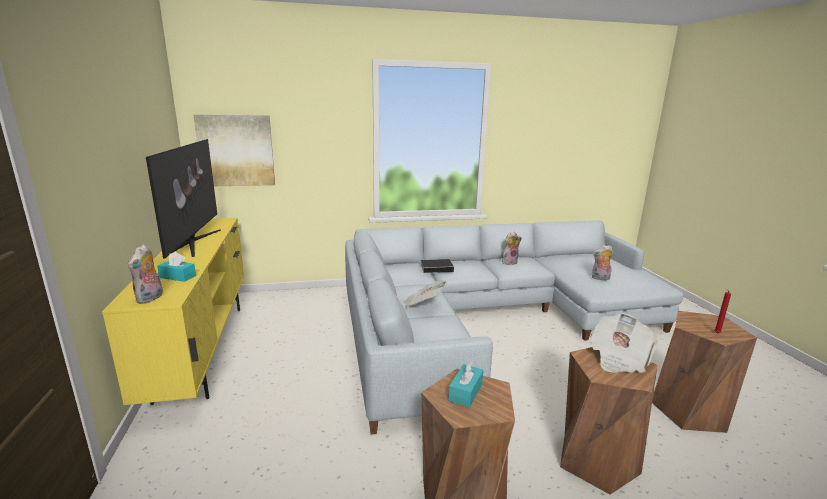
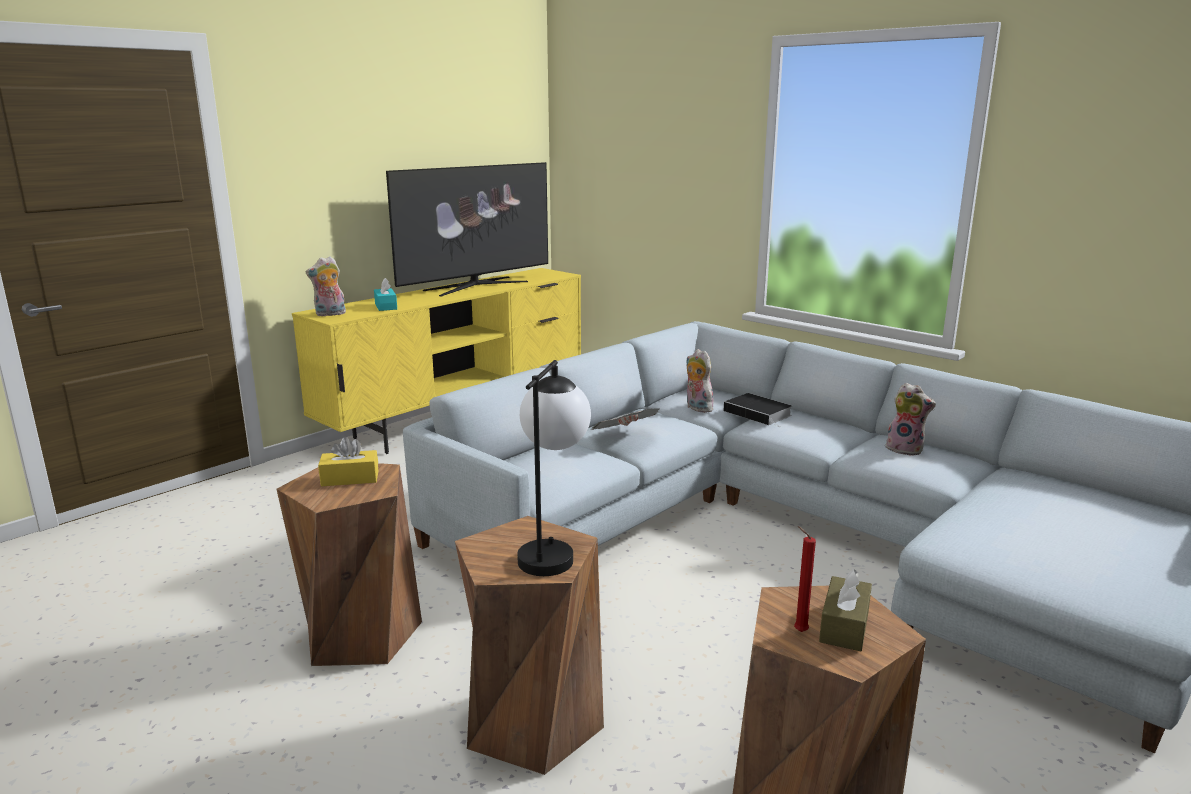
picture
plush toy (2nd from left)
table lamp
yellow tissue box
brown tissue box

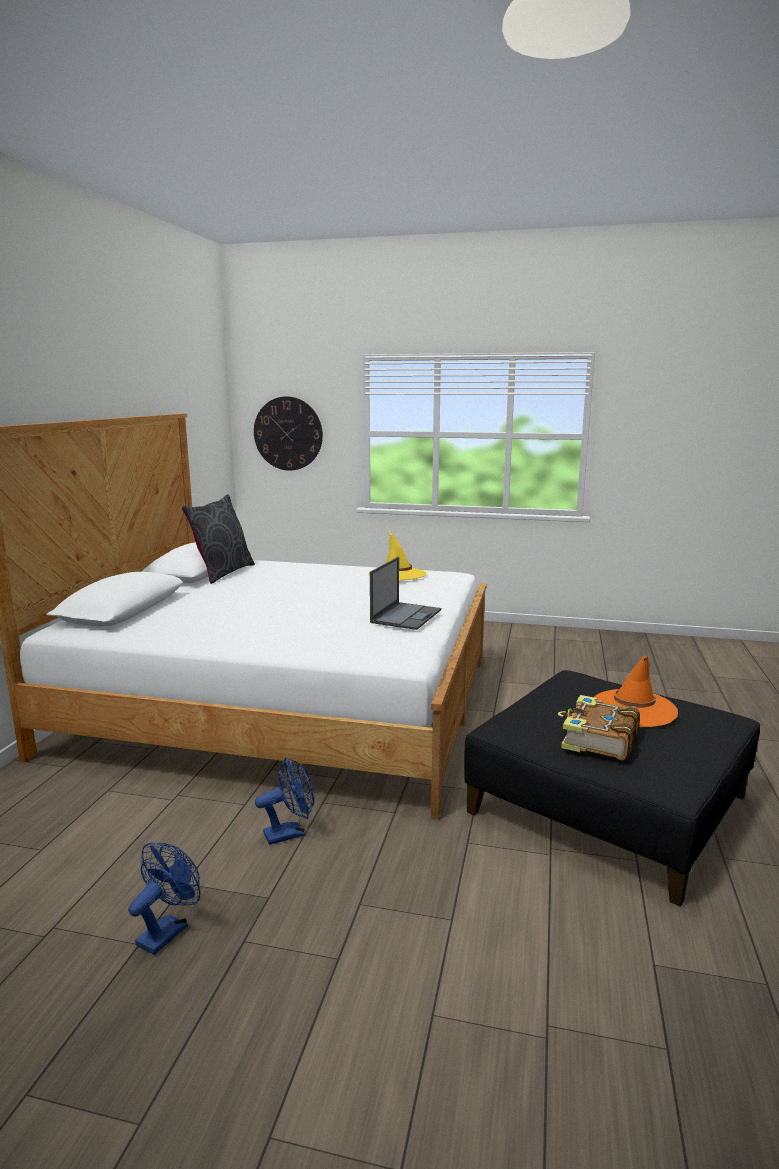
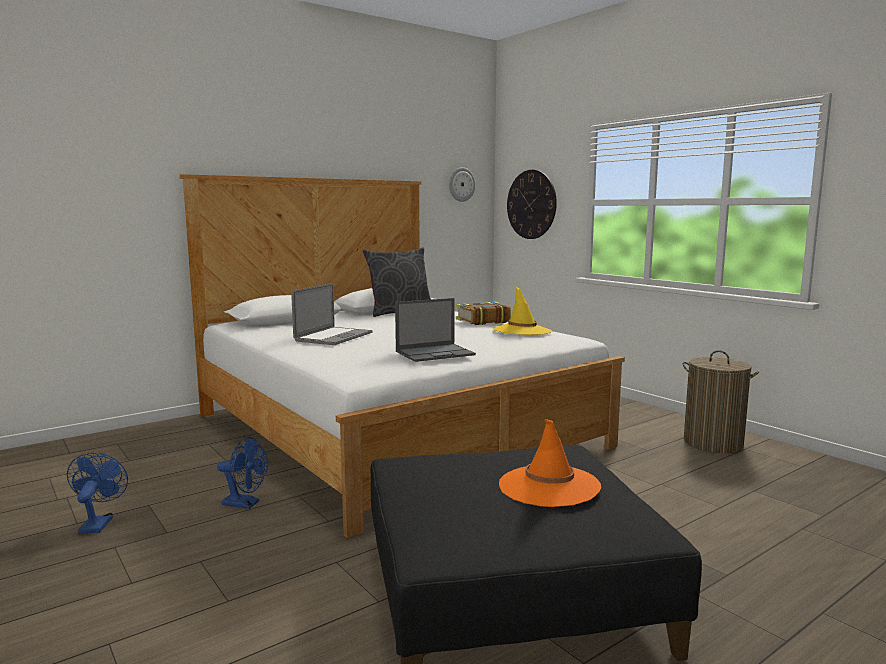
book
blue fan (1st from left)
wall clock (1st from left)
laptop (1st from left)
laundry basket

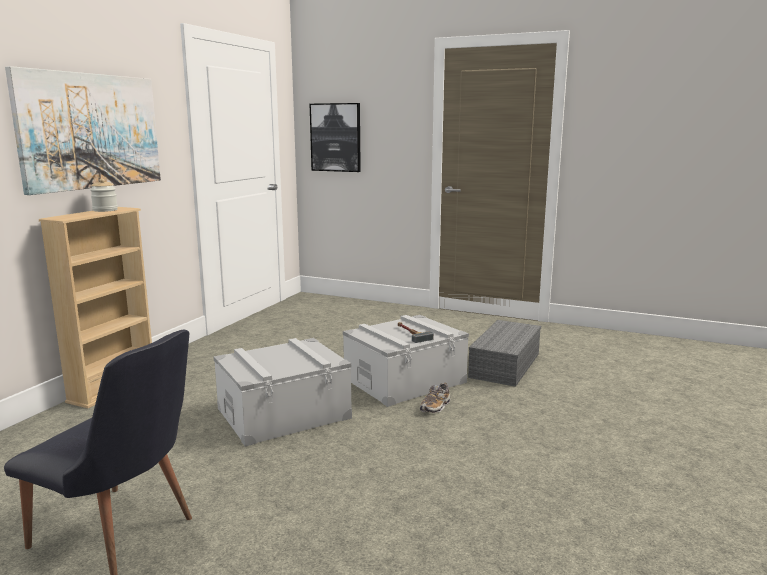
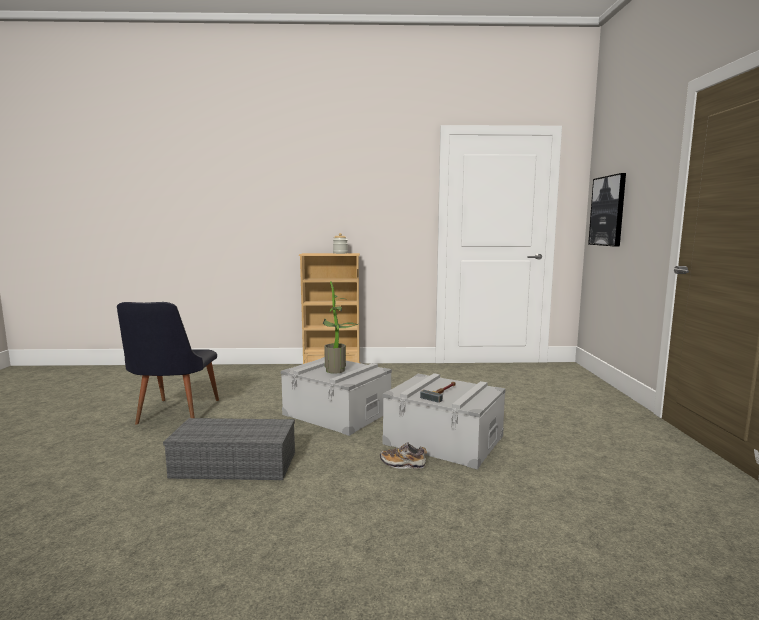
picture (1st from left in the first image)
grey storage box (1st from left)
potted plant

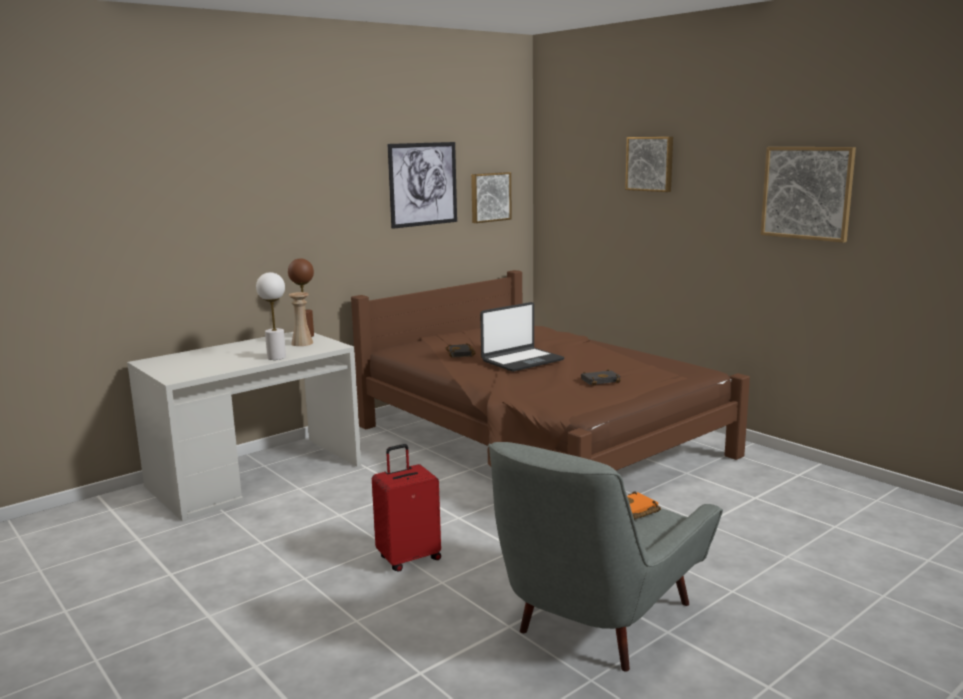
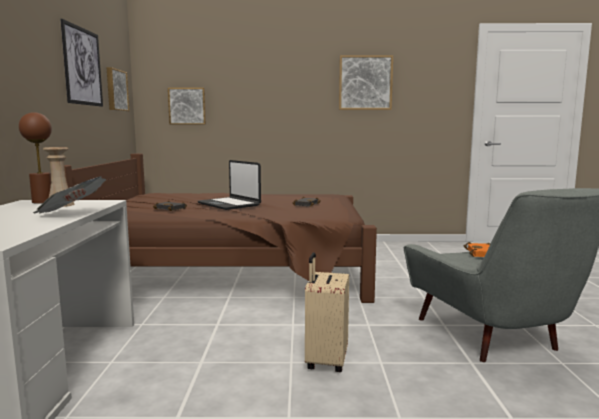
picture (3rd from left)
newspaper
laptop
beige suitcase

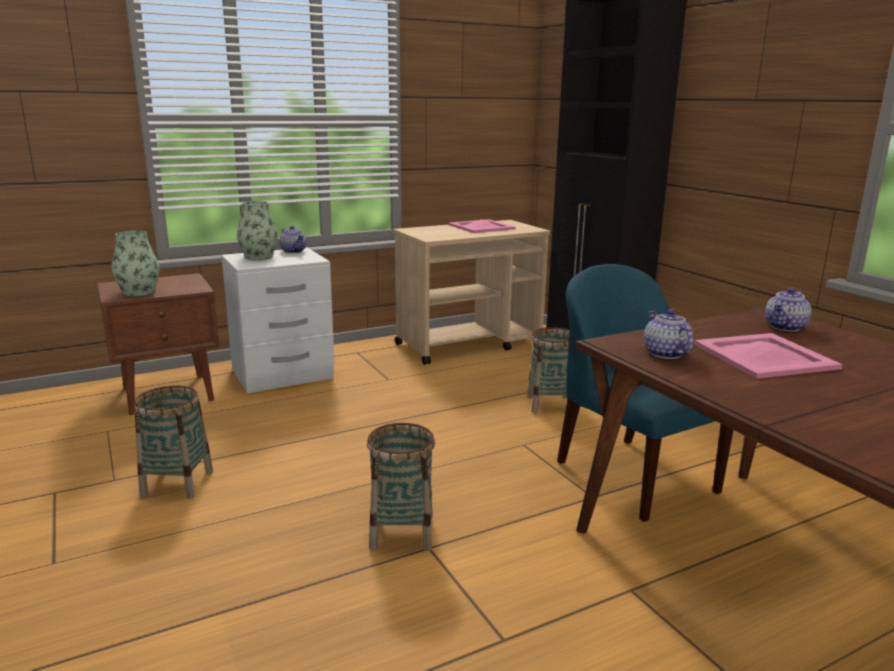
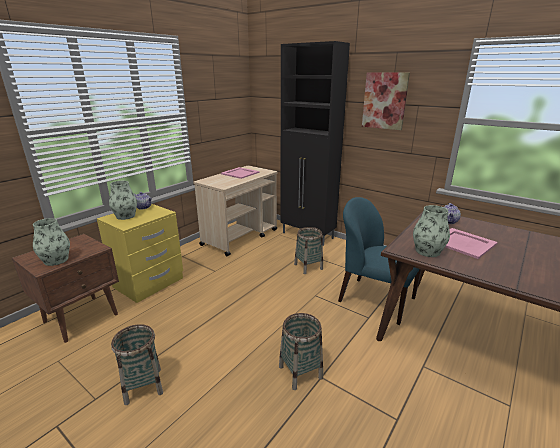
yellow nightstand
vase (3rd from left)
picture

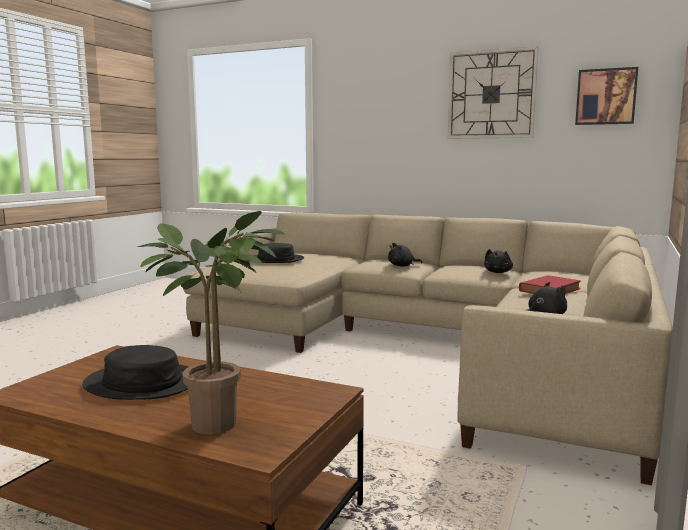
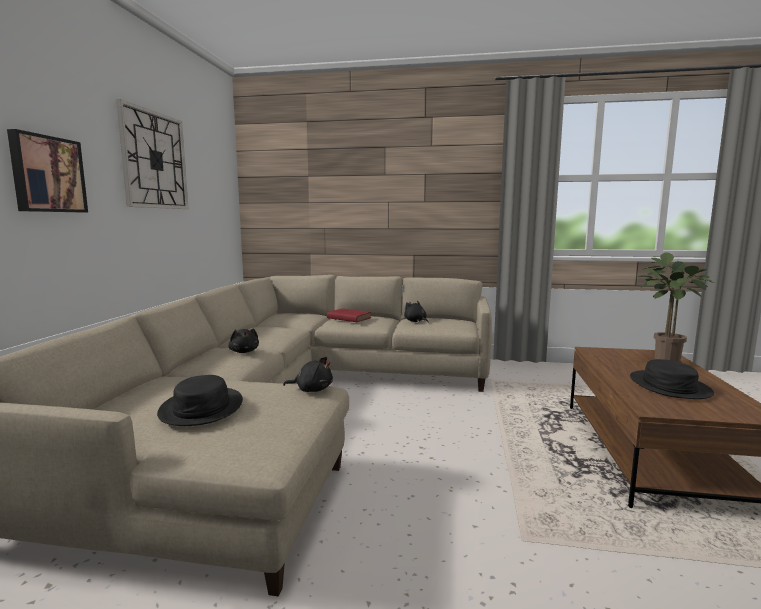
picture
black plush toy (2nd from left)

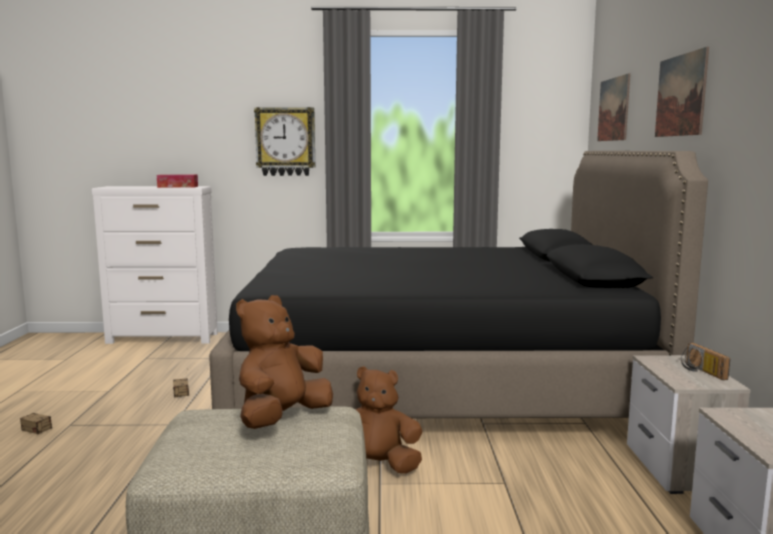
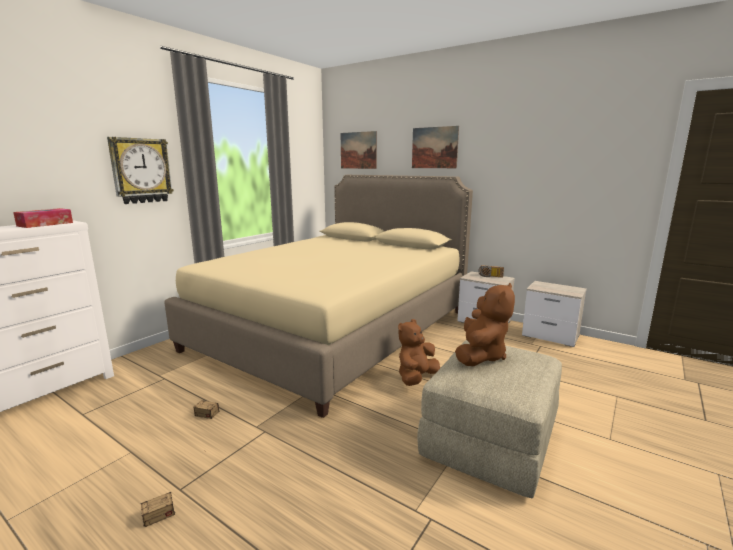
beige bed
brown plush toy (2nd from left)

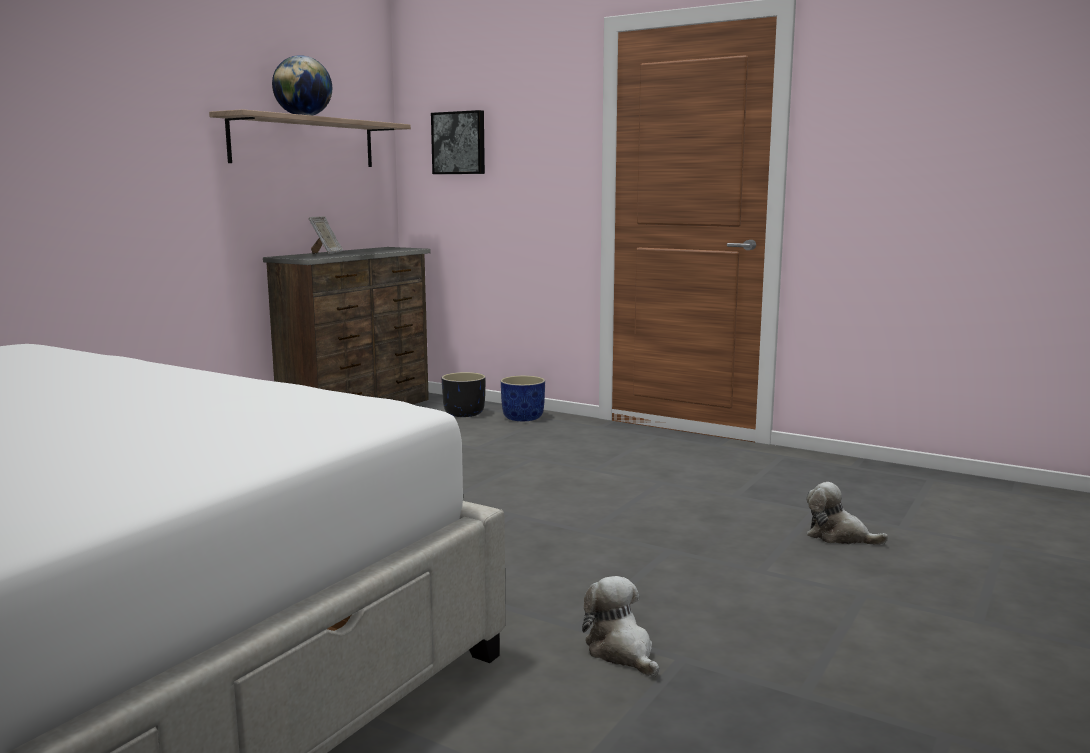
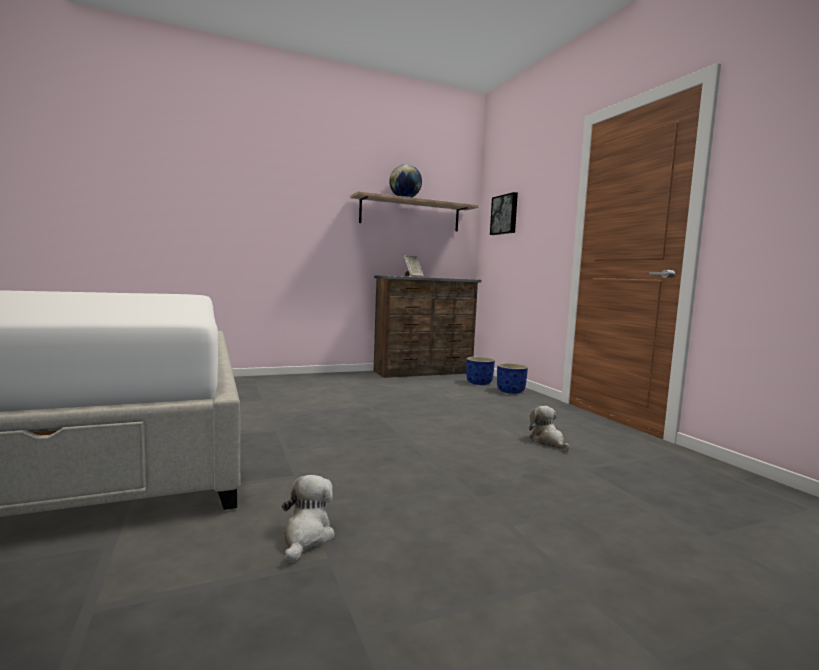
blue planter (1st from left)
plush toy (2nd from left)

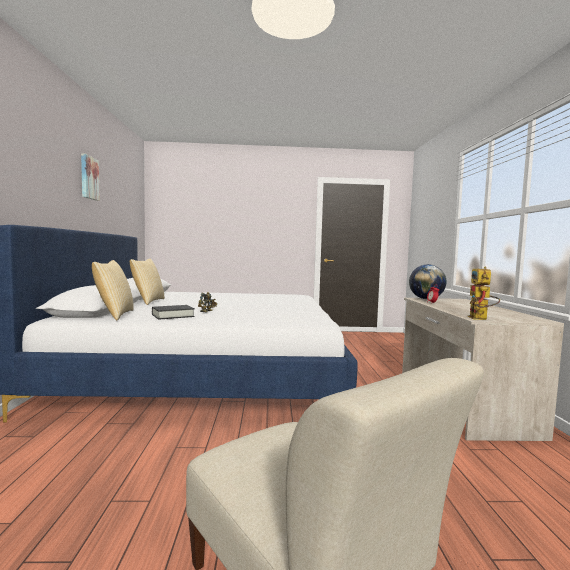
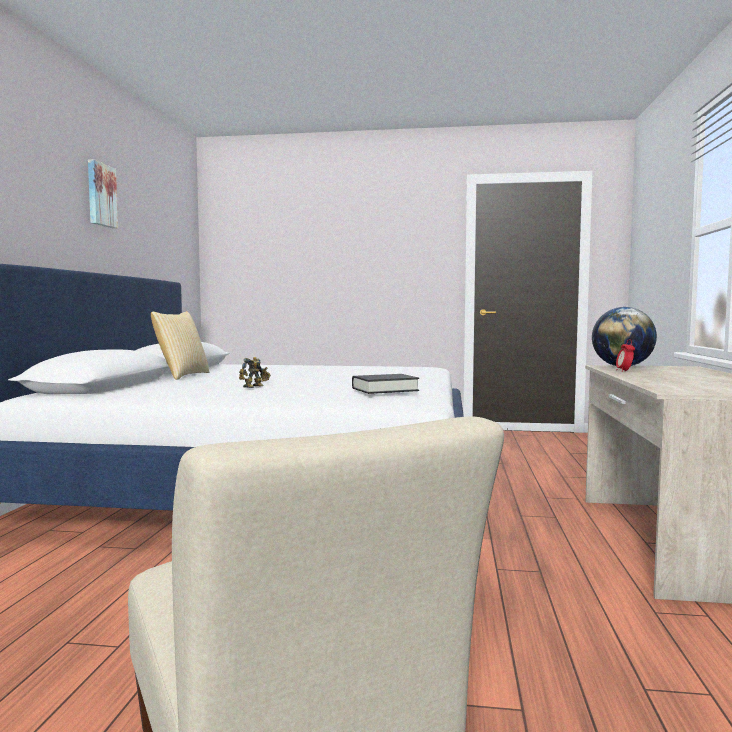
pillow (1st from left in the first image)
toy robot (2nd from left in the first image)
black book

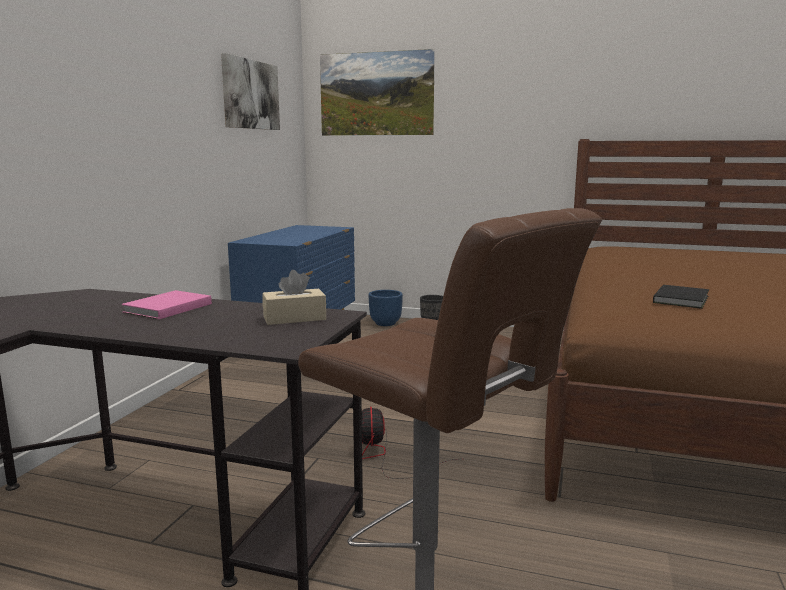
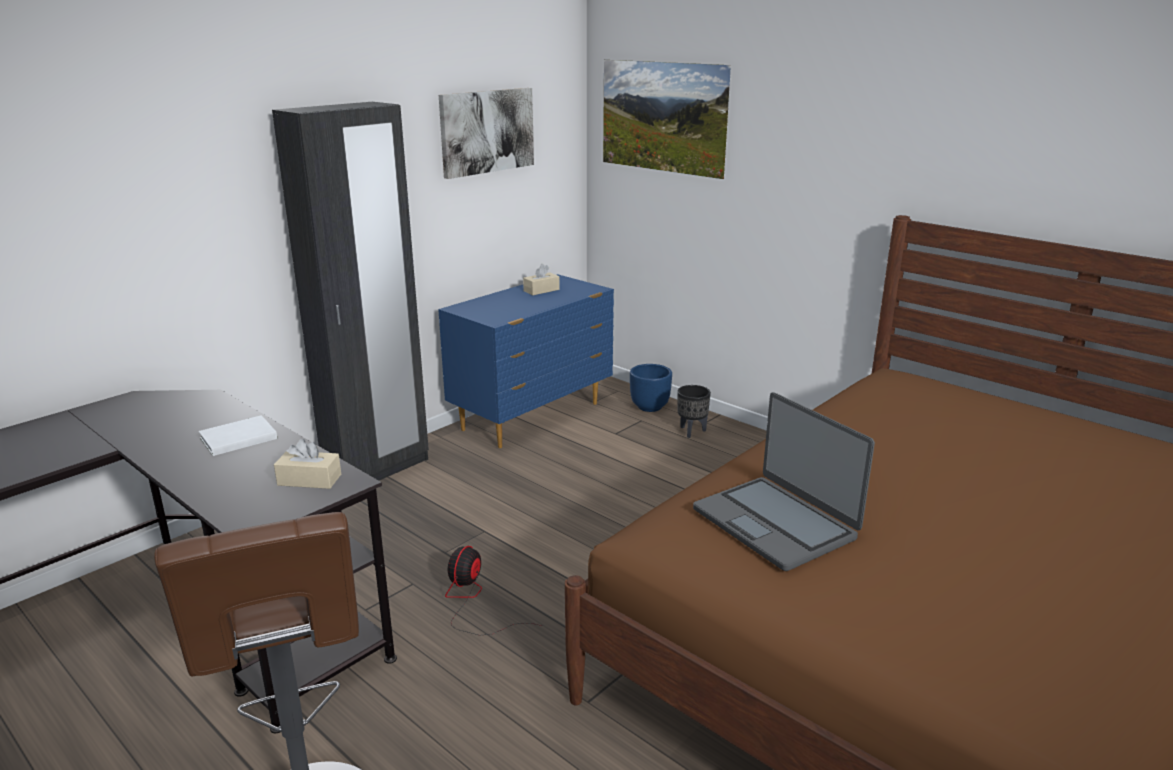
laptop
white book
black wardrobe
beige tissue box (2nd from left)

